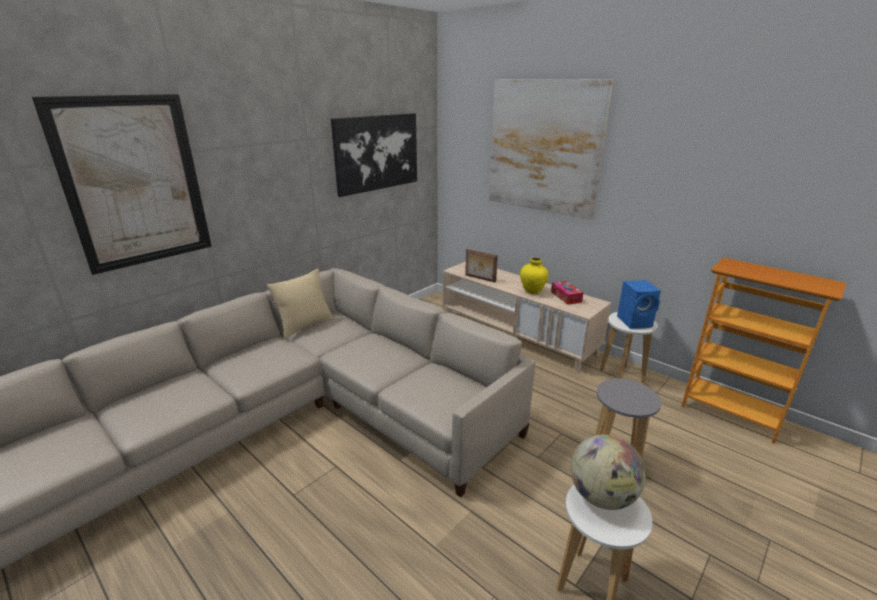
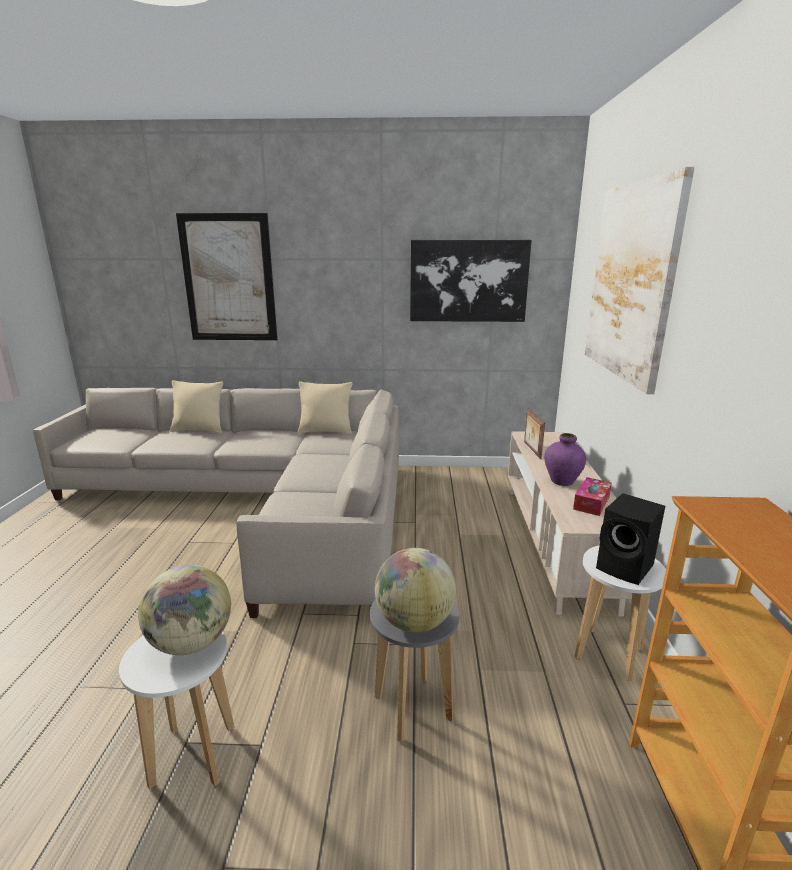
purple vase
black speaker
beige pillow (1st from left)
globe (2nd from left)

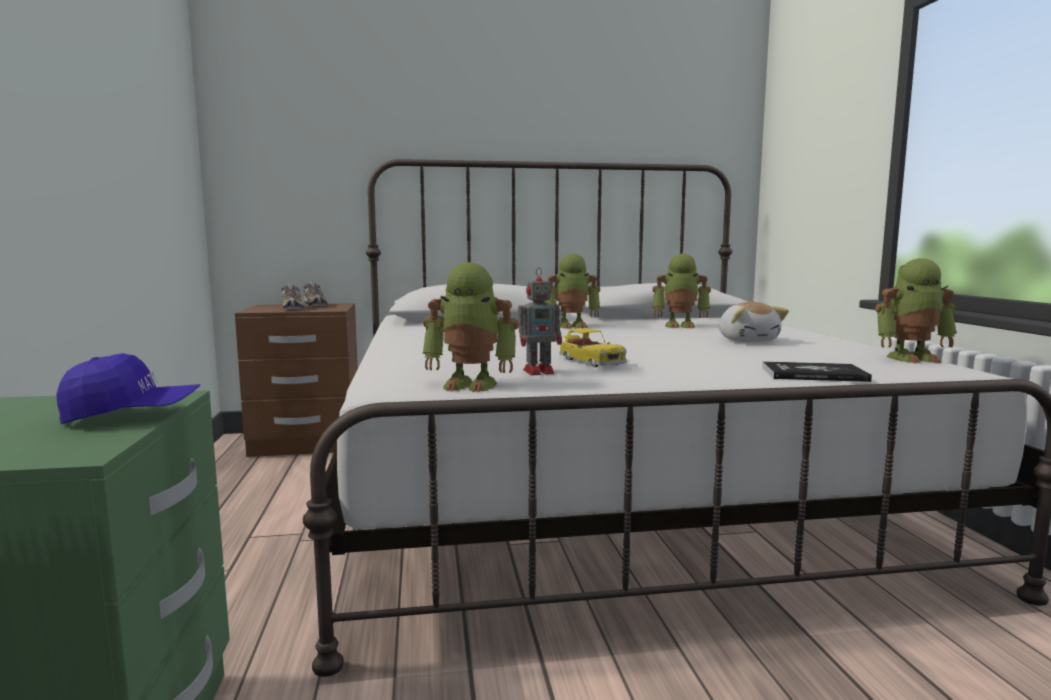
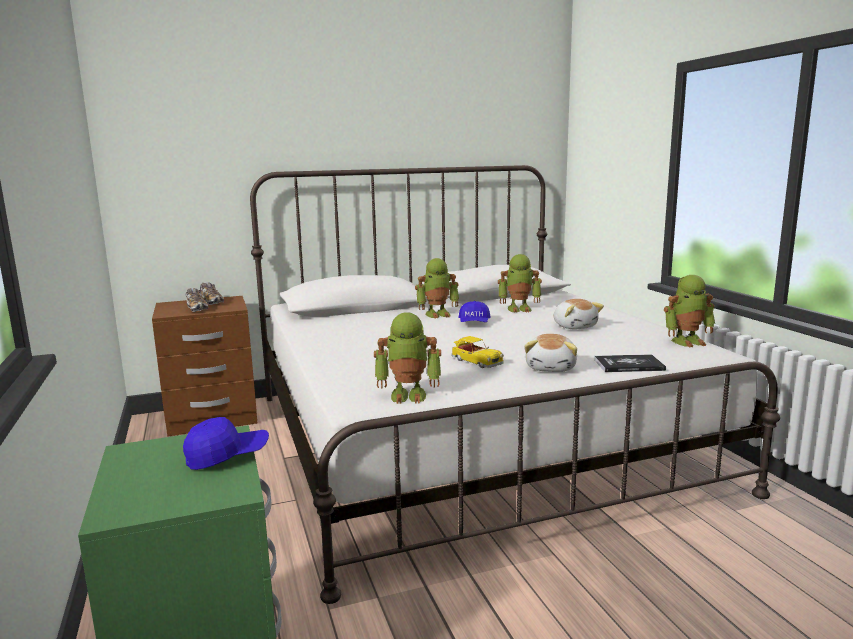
toy robot (2nd from left in the first image)
blue cap (2nd from left)
plush toy (1st from left)

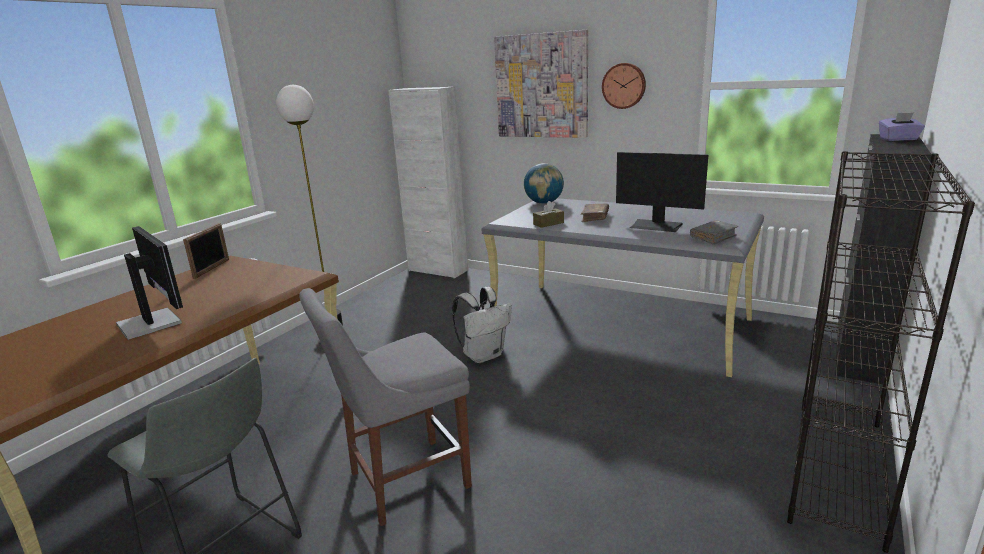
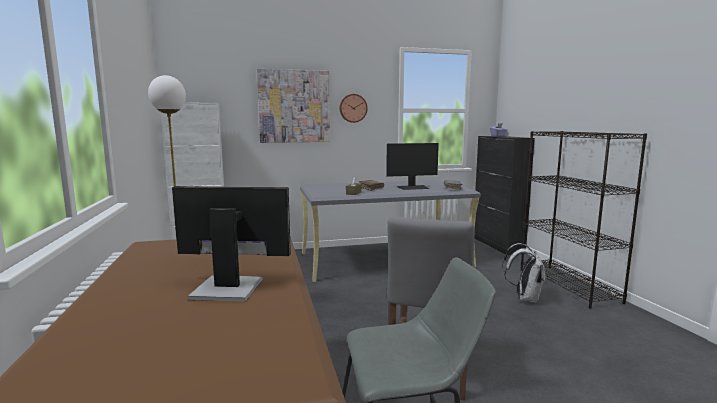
globe
picture frame
white backpack

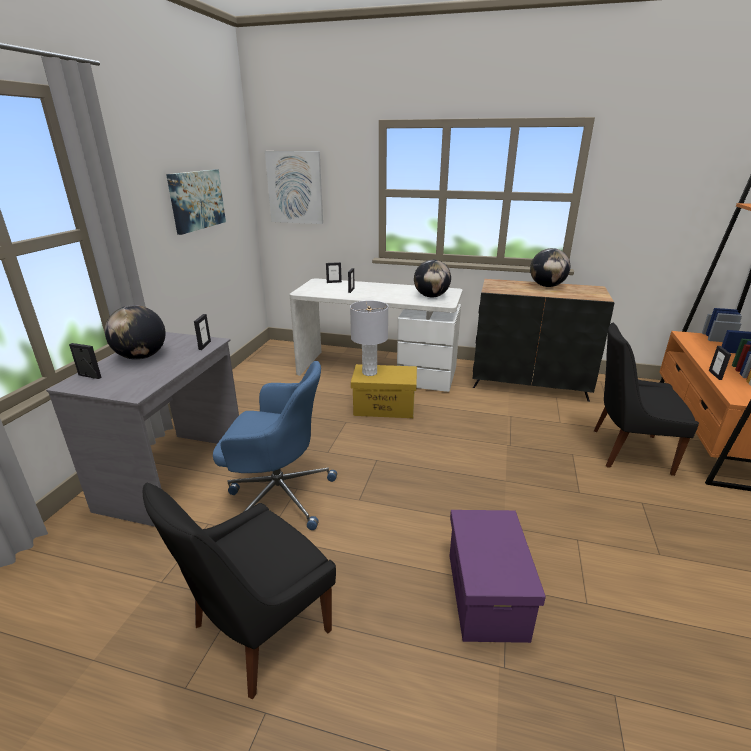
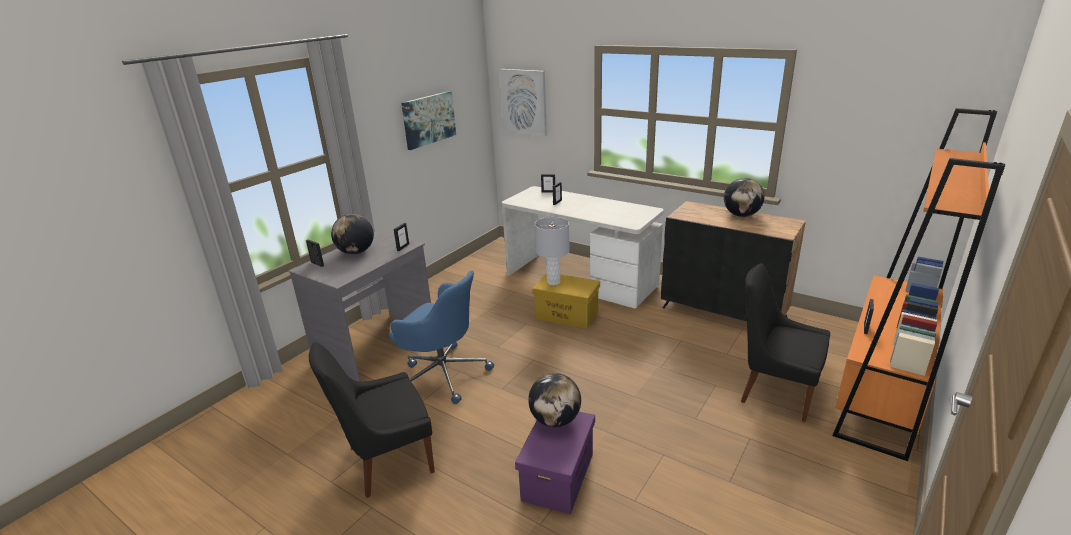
globe (2nd from left)

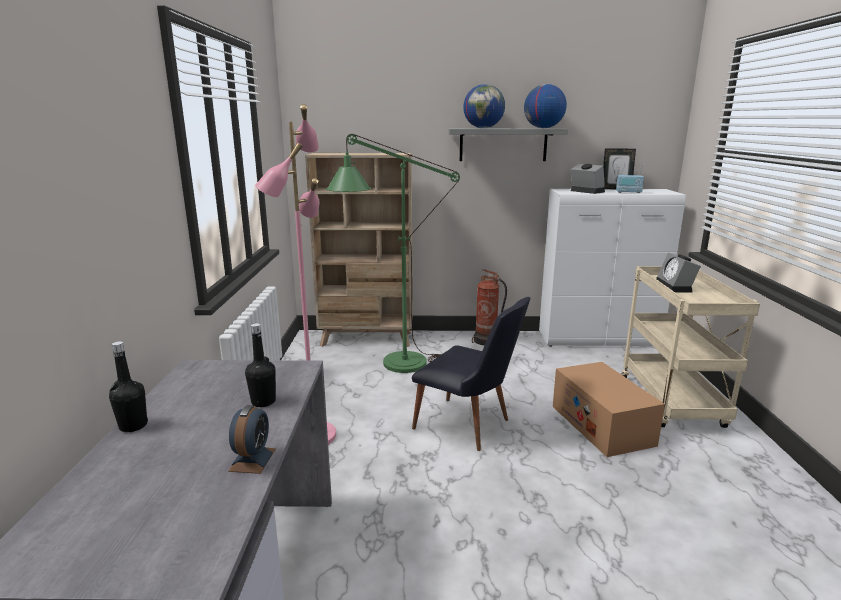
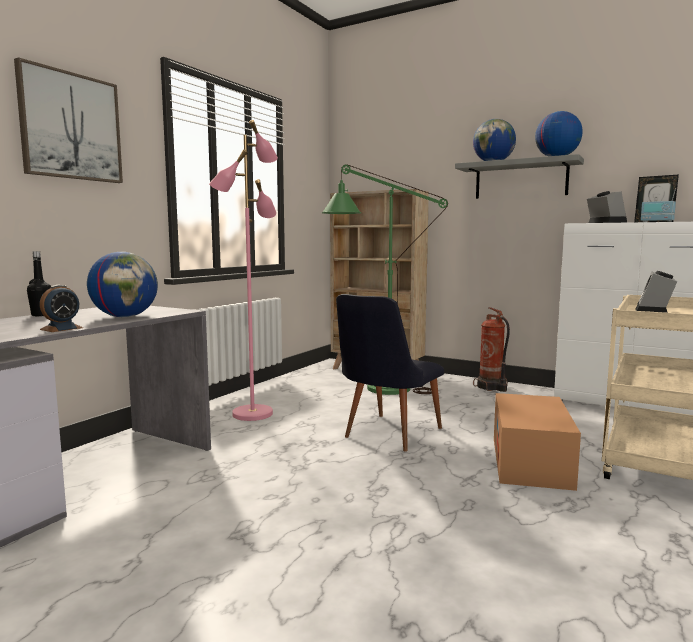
black chair
globe (1st from left)
picture

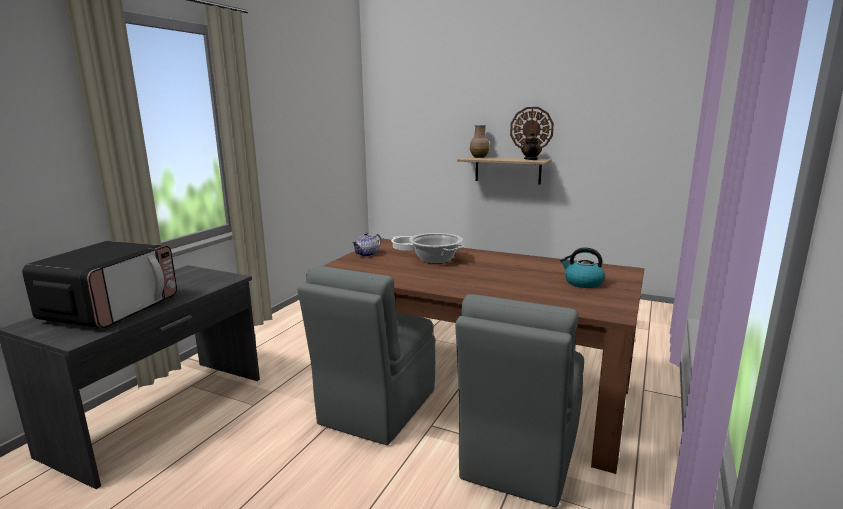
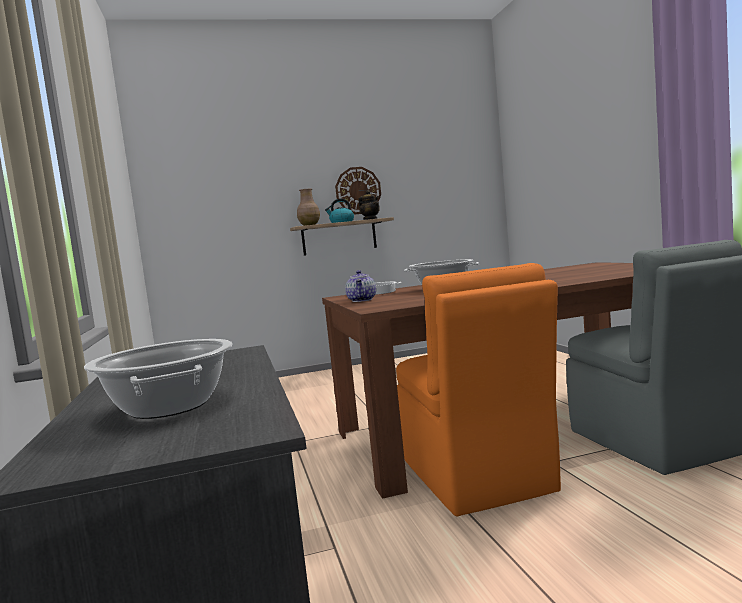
cooking pot (1st from left)
kettle
orange chair

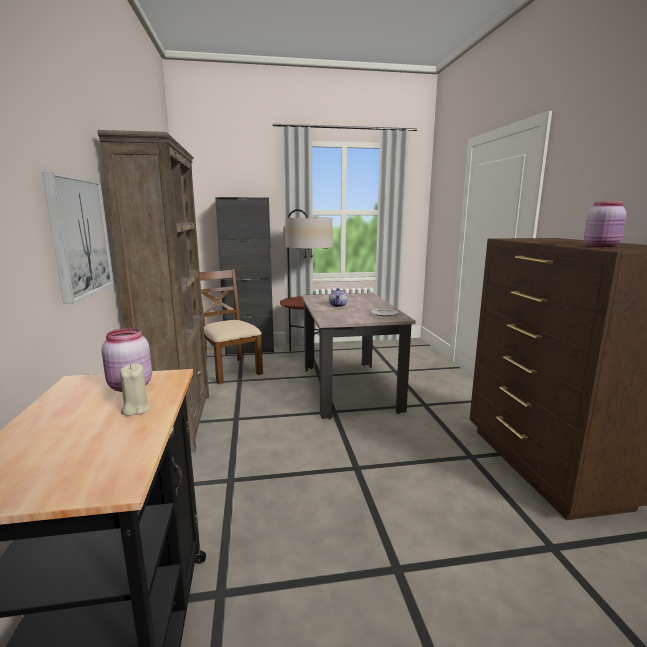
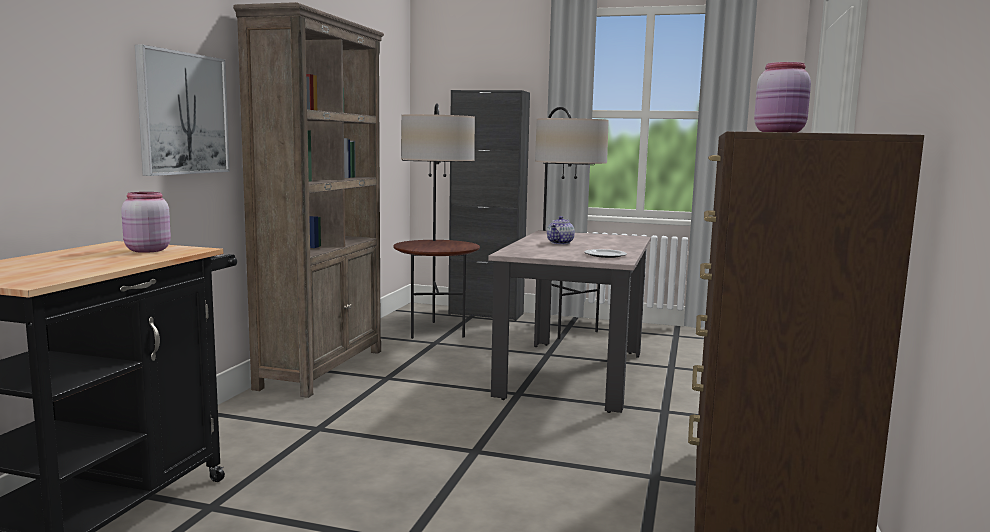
floor lamp (1st from left)
beige candle

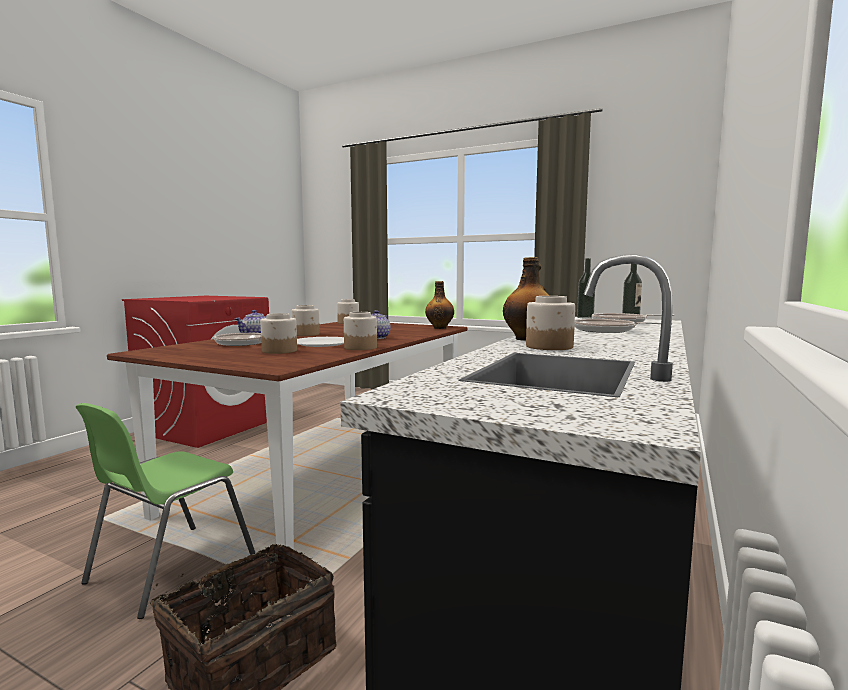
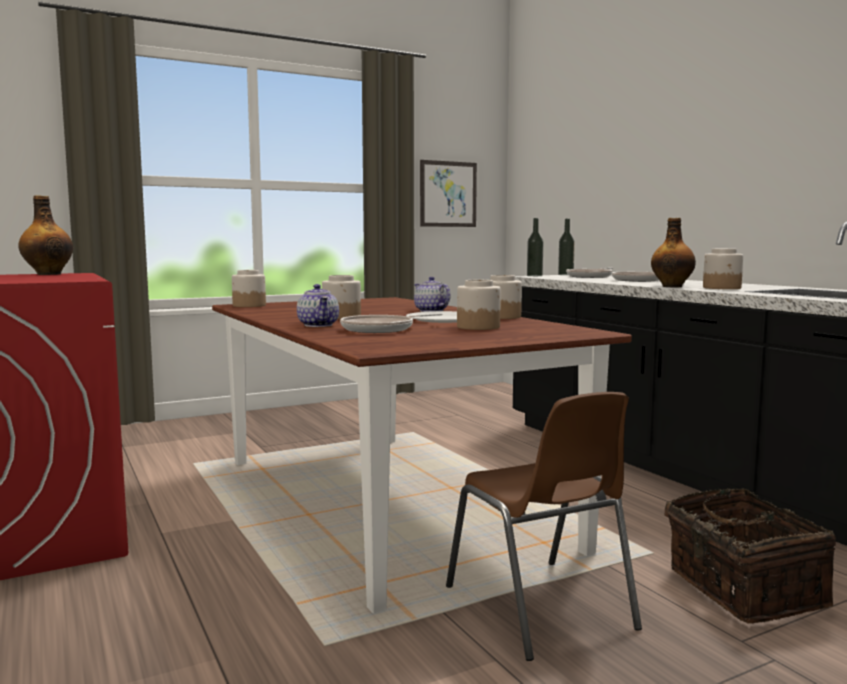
bottle (1st from left)
brown chair
picture

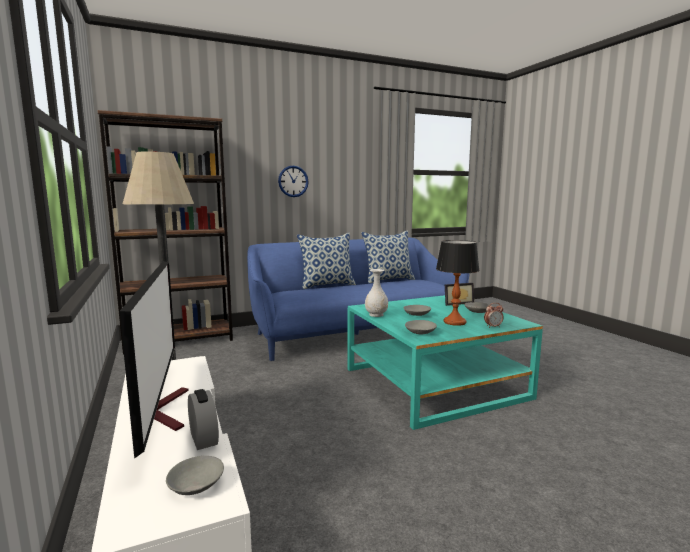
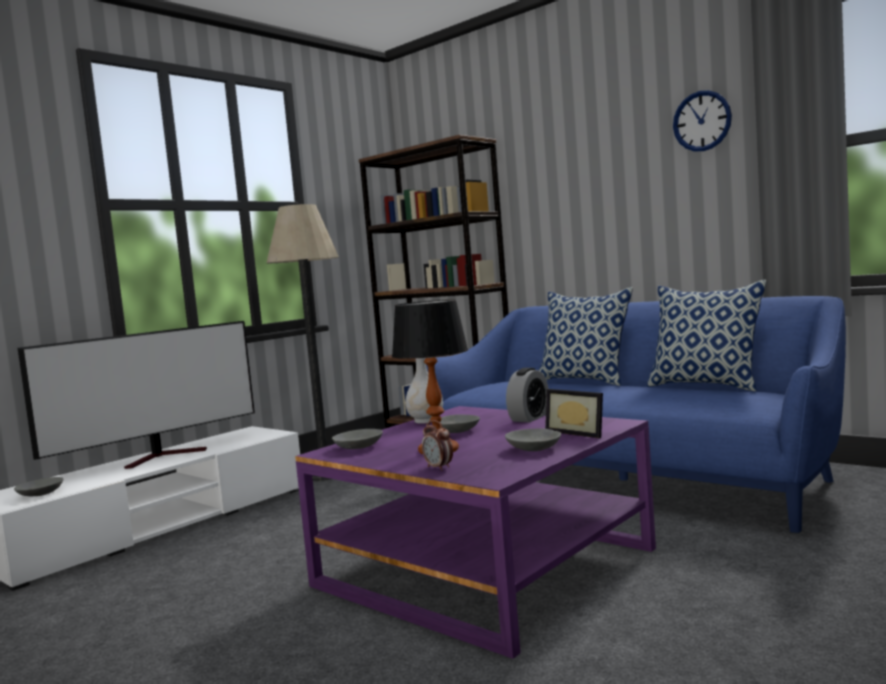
wall clock
purple coffee table
alarm clock (2nd from left)

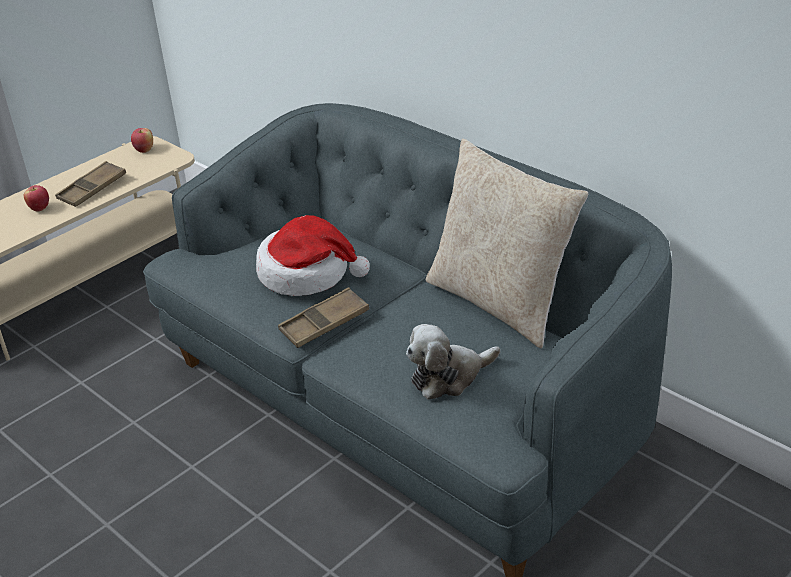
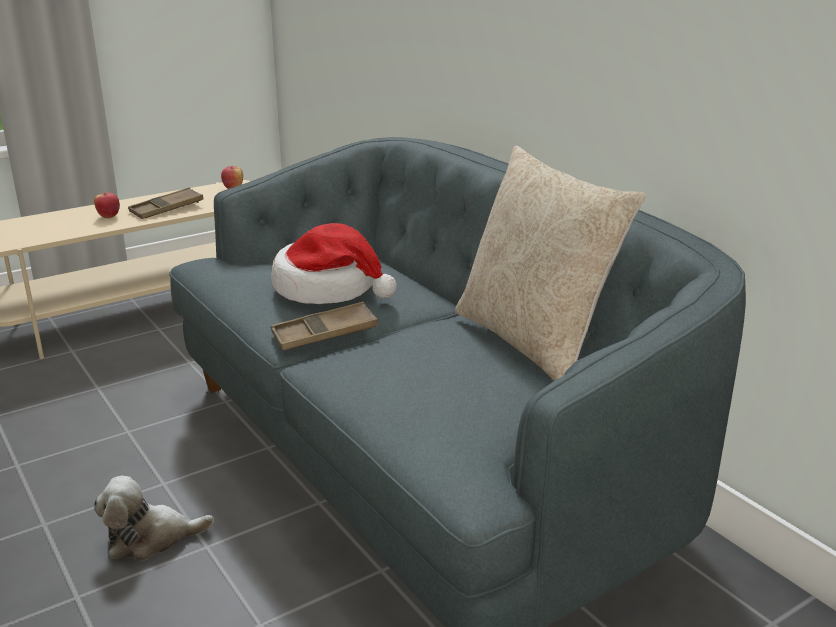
plush toy

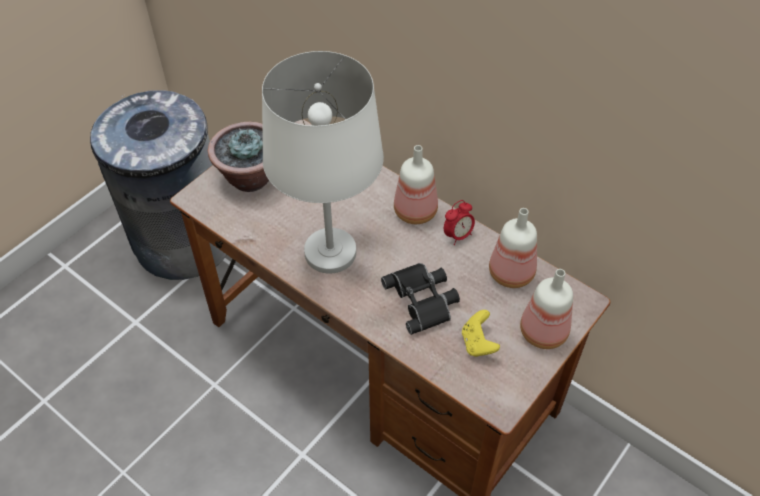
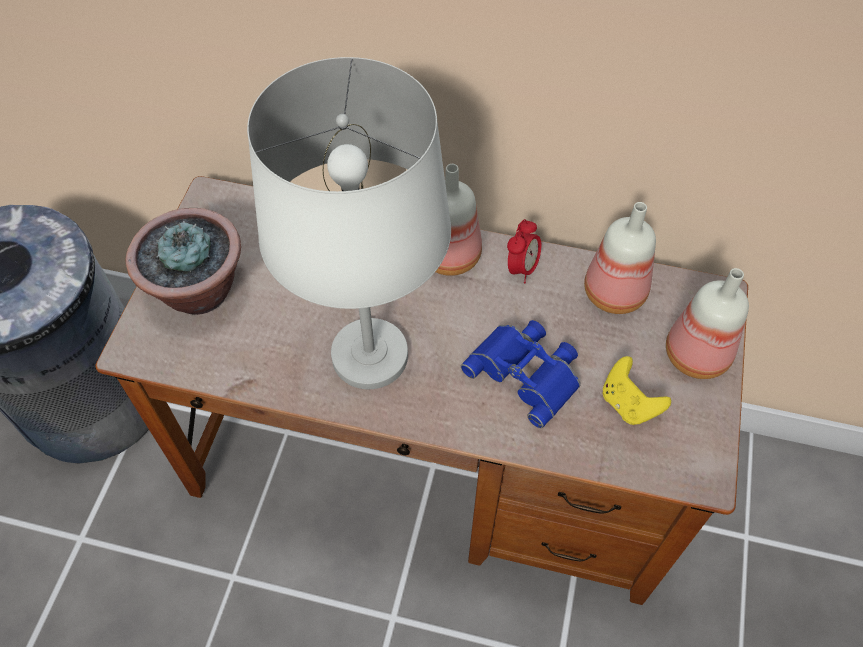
blue binoculars

